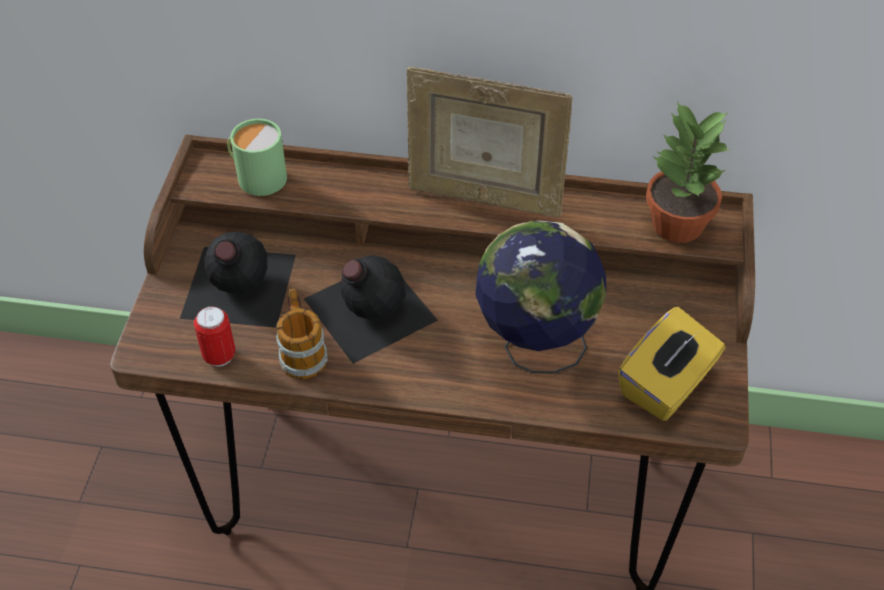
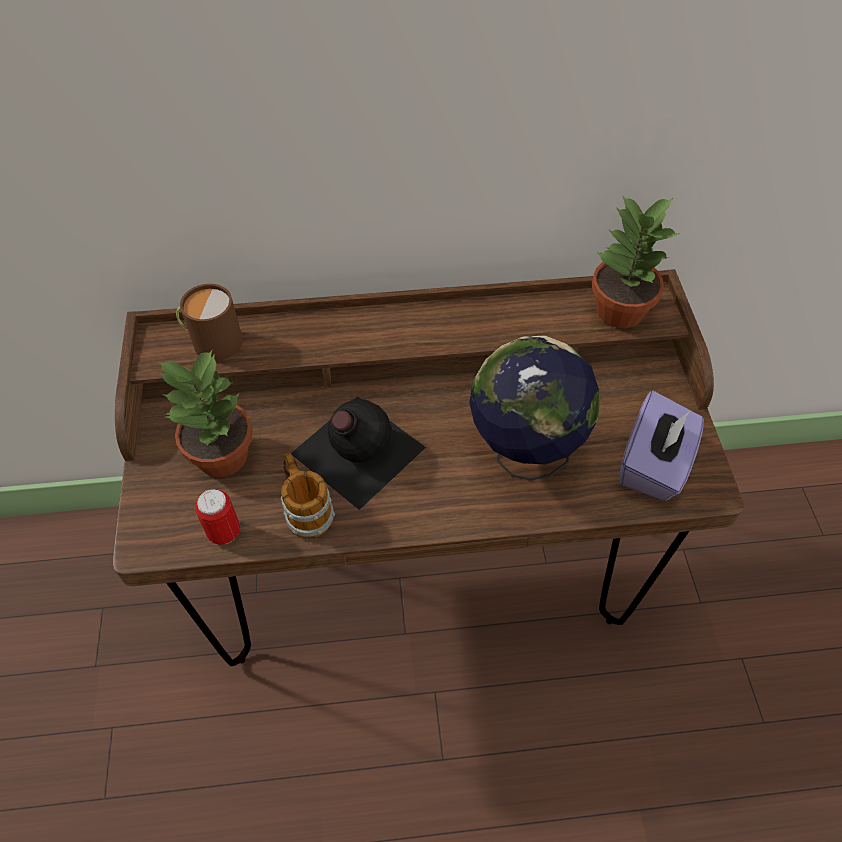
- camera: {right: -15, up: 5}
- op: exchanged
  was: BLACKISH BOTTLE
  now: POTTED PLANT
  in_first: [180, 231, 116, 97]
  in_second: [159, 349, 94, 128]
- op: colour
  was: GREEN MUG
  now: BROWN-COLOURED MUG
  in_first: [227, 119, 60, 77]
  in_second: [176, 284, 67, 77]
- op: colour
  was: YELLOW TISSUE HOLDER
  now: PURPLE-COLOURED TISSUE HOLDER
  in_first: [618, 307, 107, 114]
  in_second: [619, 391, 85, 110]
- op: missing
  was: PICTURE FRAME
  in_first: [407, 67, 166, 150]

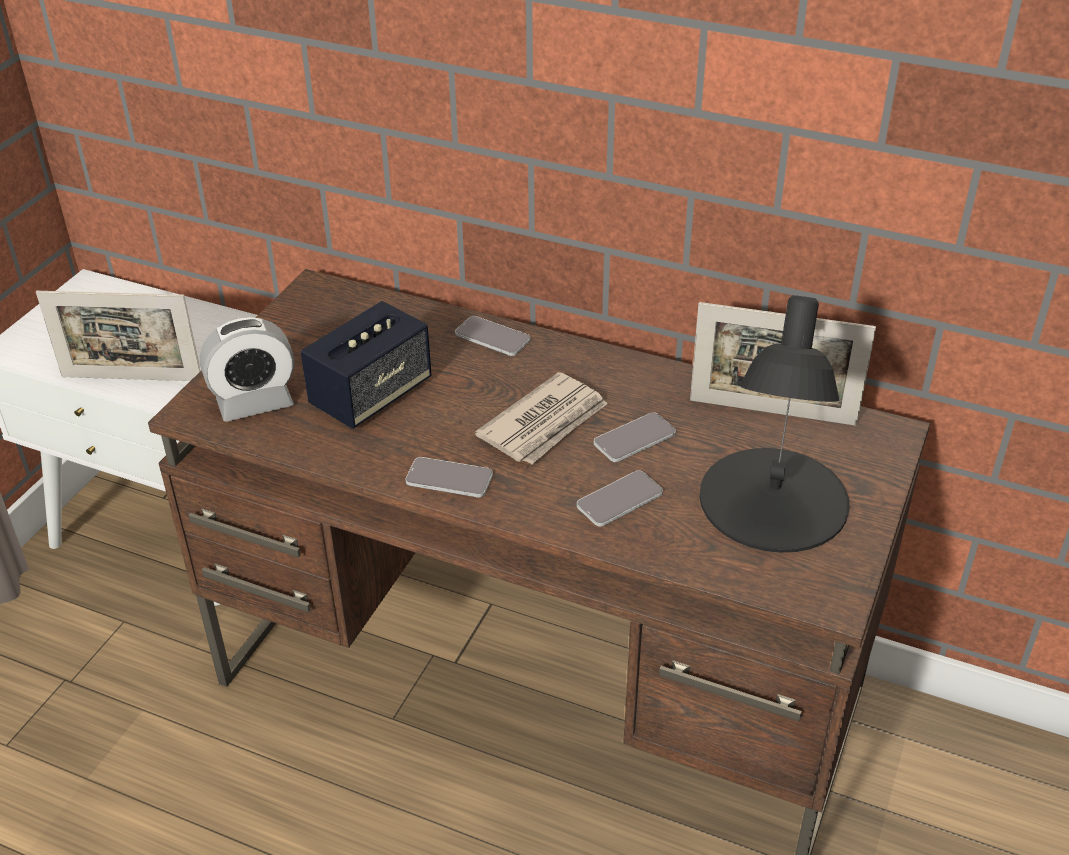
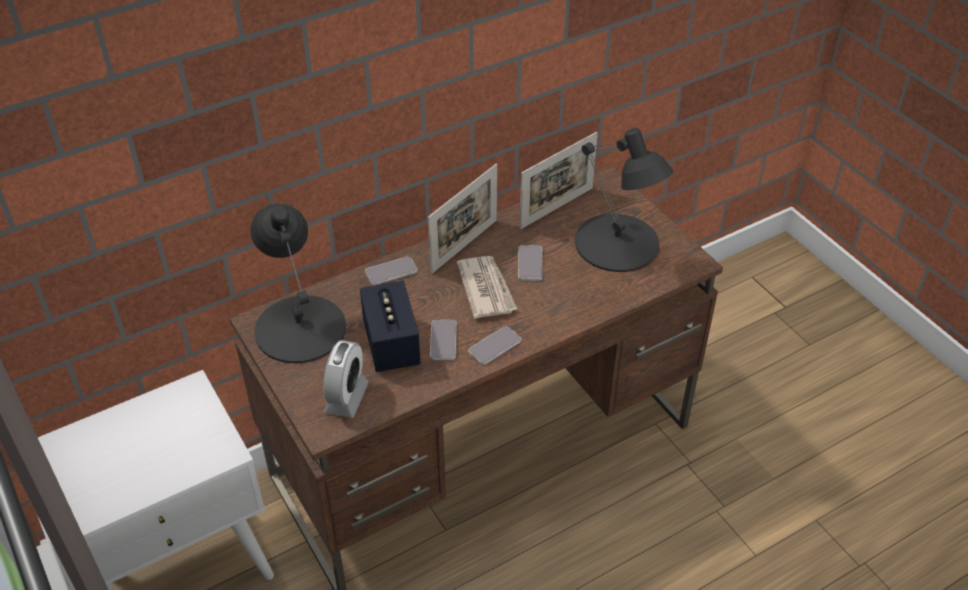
- camera: {right: -55, up: 5}
- op: appeared
  now: BLACKISH TABLE LAMP
  in_second: [250, 204, 96, 159]
- op: relocated
  was: PICTURE FRAME
  in_first: [36, 291, 165, 90]
  in_second: [428, 164, 69, 110]
- op: relocated
  was: HANDSET
  in_first: [577, 470, 86, 57]
  in_second: [430, 320, 26, 40]

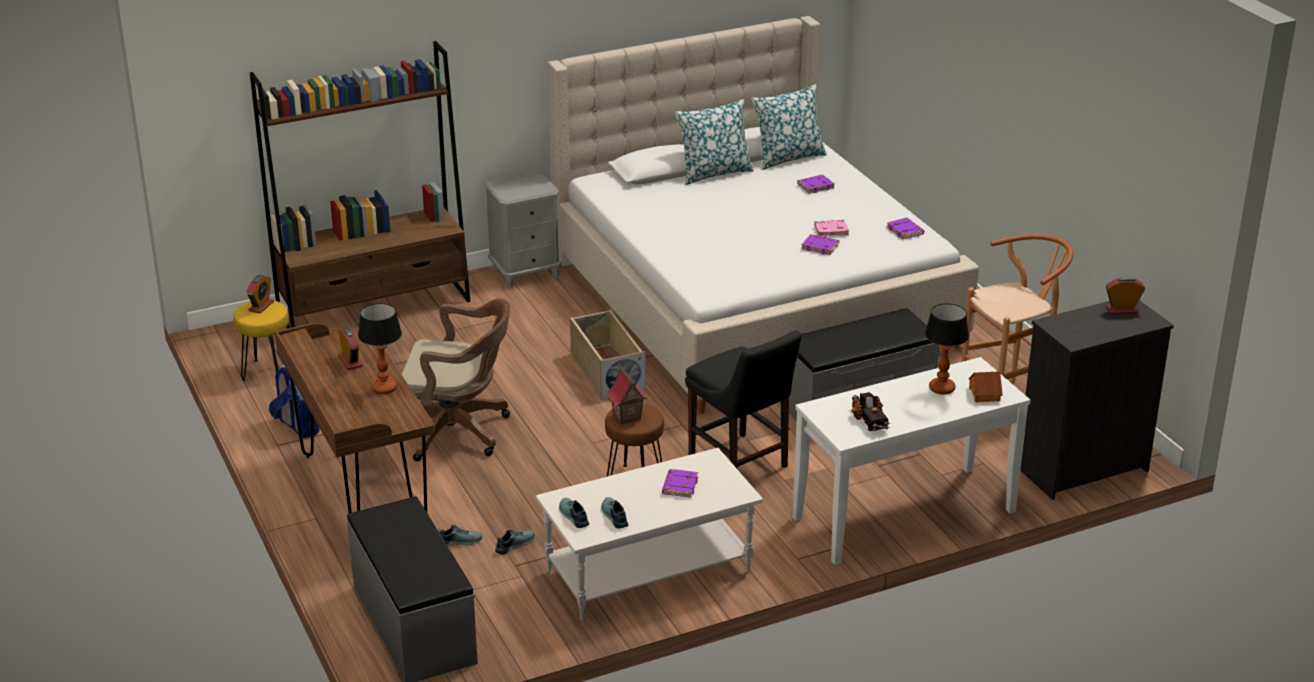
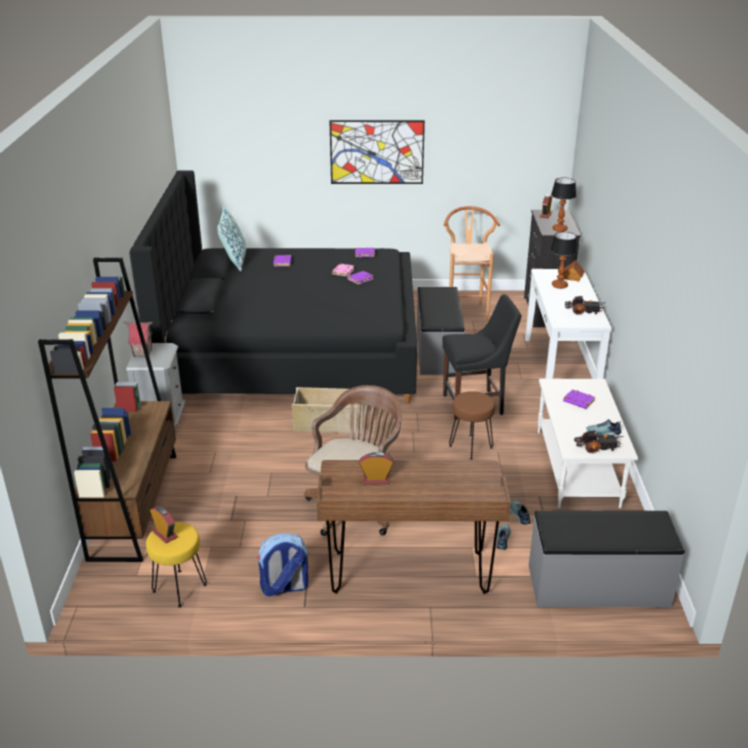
- camera: {right: -65, up: 0}
- op: relocated
  was: TOY HOUSE
  in_first: [607, 363, 40, 61]
  in_second: [123, 322, 30, 35]
- op: colour
  was: SAND-COLOURED SLEEPING BED
  now: BLACKISH SLEEPING BED
  in_first: [547, 16, 432, 398]
  in_second: [129, 170, 288, 234]
- op: appeared
  now: WALL ART
  in_second: [329, 120, 96, 64]
- op: relocated
  was: TABLE LAMP
  in_first: [358, 303, 44, 91]
  in_second: [551, 177, 25, 55]
- op: exchanged
  was: LOW SHOE
  now: TOY LORRY
  in_first: [559, 498, 30, 30]
  in_second: [574, 430, 50, 24]
- op: missing
  was: PILLOW
  in_first: [675, 99, 79, 86]

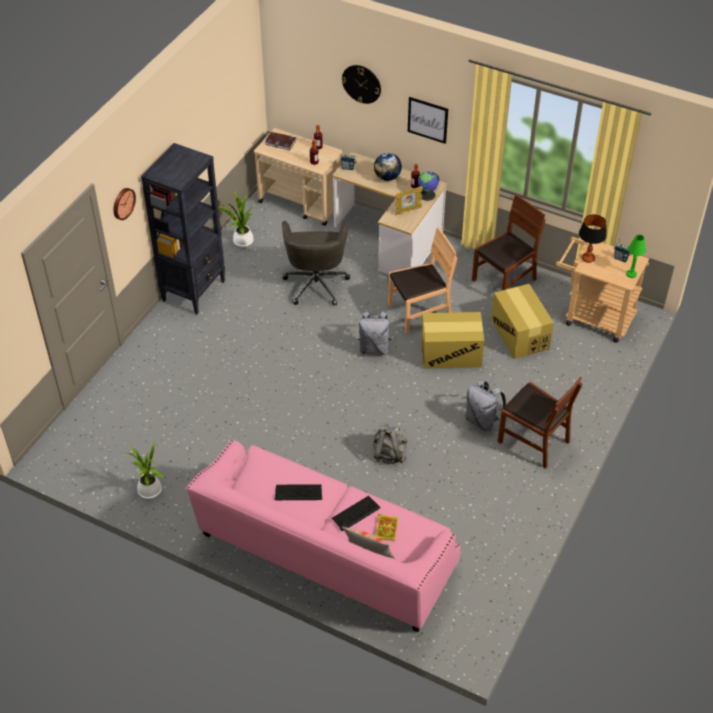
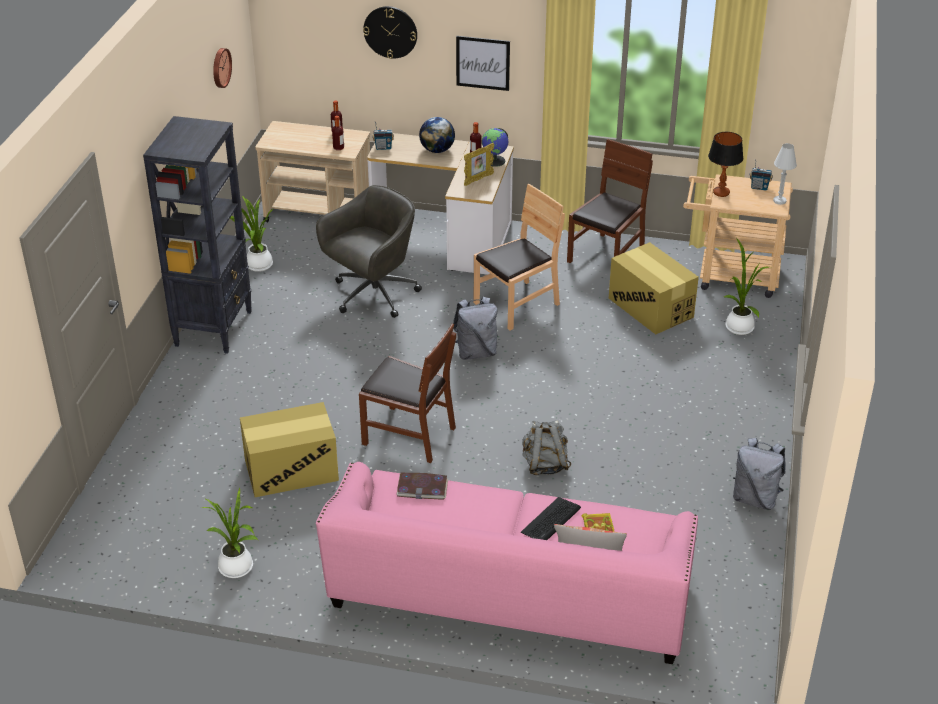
- camera: {right: -15, up: -10}
- op: relocated
  was: WALL CLOCK
  in_first: [113, 188, 23, 32]
  in_second: [213, 48, 19, 40]
- op: relocated
  was: PACKING BOX
  in_first: [421, 312, 63, 57]
  in_second: [240, 402, 99, 95]
- op: spun
  was: GREYISH DESK CHAIR
  in_first: [282, 220, 68, 86]
  in_second: [316, 185, 106, 133]
  clockwise: -120
- op: relocated
  was: BROWN-COLOURED UPRIGHT CHAIR
  in_first: [498, 377, 84, 92]
  in_second: [359, 323, 97, 140]
- op: relocated
  was: BOOK
  in_first: [265, 132, 32, 18]
  in_second: [396, 473, 52, 27]
- op: appeared
  now: POTTED PLANT
  in_second: [724, 238, 45, 97]
- op: relocated
  was: GREYISH BACKPACK
  in_first: [466, 380, 40, 51]
  in_second: [733, 438, 53, 72]
- op: colour
  was: GREEN TABLE LAMP
  now: WHITE TABLE LAMP
  in_first: [626, 235, 20, 43]
  in_second: [773, 143, 24, 62]
- op: missing
  was: PC KEYBOARD
  in_first: [275, 484, 47, 16]

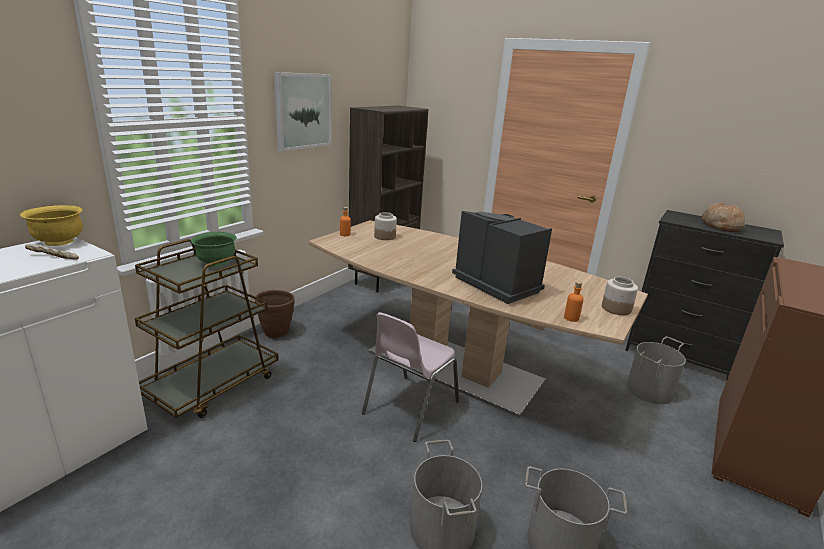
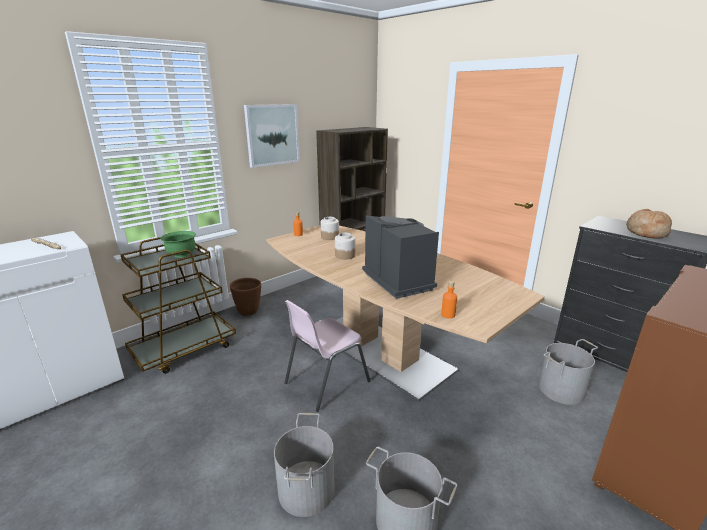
- camera: {right: 15, up: 0}
- op: relocated
  was: JAR
  in_first: [602, 277, 36, 38]
  in_second: [335, 233, 20, 26]
- op: missing
  was: YELLOW BOWL
  in_first: [20, 205, 63, 41]

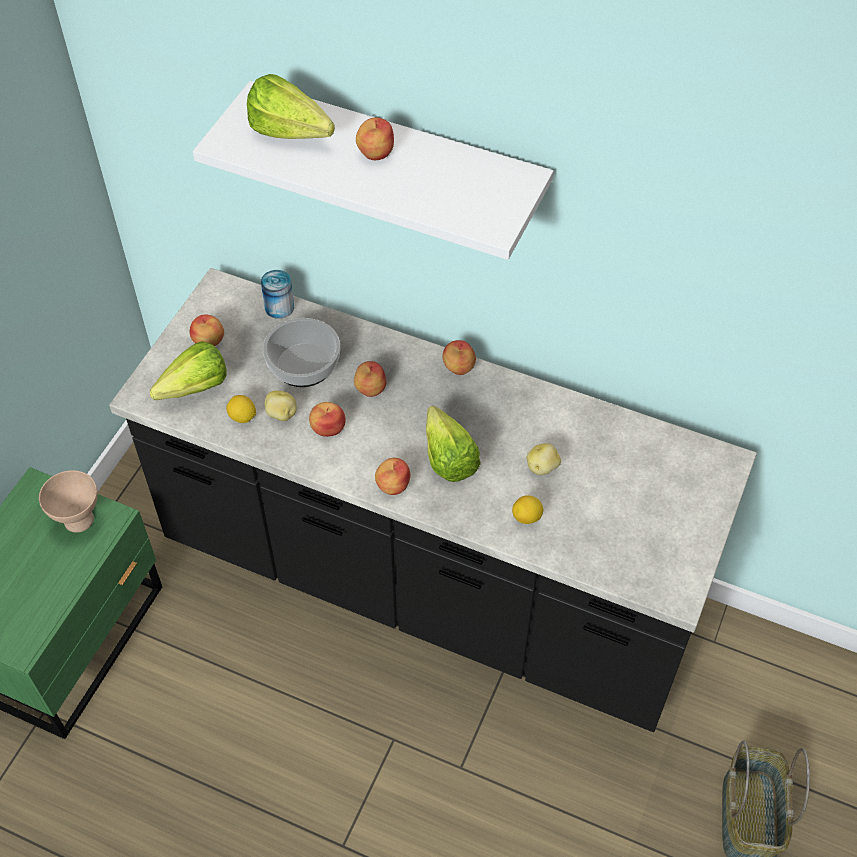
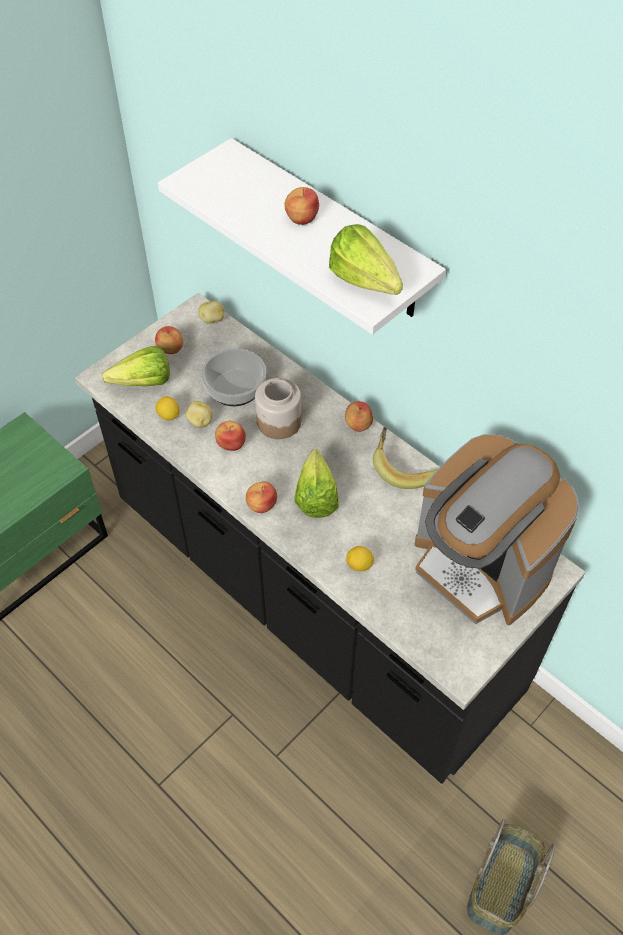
- camera: {right: 20, up: 0}
- op: relocated
  was: POTATO
  in_first: [527, 443, 34, 32]
  in_second: [198, 301, 27, 23]
- op: exchanged
  was: APPLE
  now: JAR
  in_first: [354, 361, 33, 36]
  in_second: [255, 378, 46, 61]
- op: relocated
  was: LETTUCE
  in_first: [247, 74, 88, 65]
  in_second: [329, 224, 74, 71]
- op: appeared
  now: BANANA FRUIT
  in_second: [373, 427, 64, 62]
- op: appeared
  now: COFFEE MACHINE
  in_second: [414, 434, 165, 191]
- op: missing
  was: SAND-COLOURED BOWL
  in_first: [39, 470, 59, 63]
- op: missing
  was: METAL CAN
  in_first: [261, 270, 33, 49]

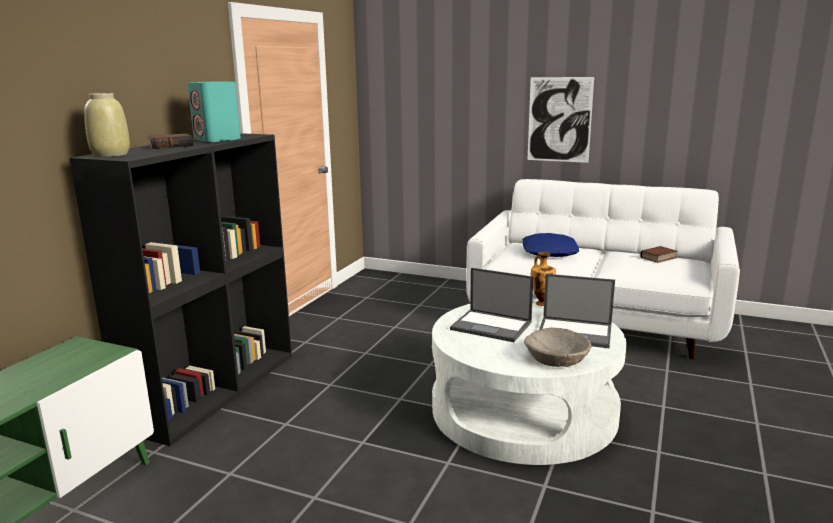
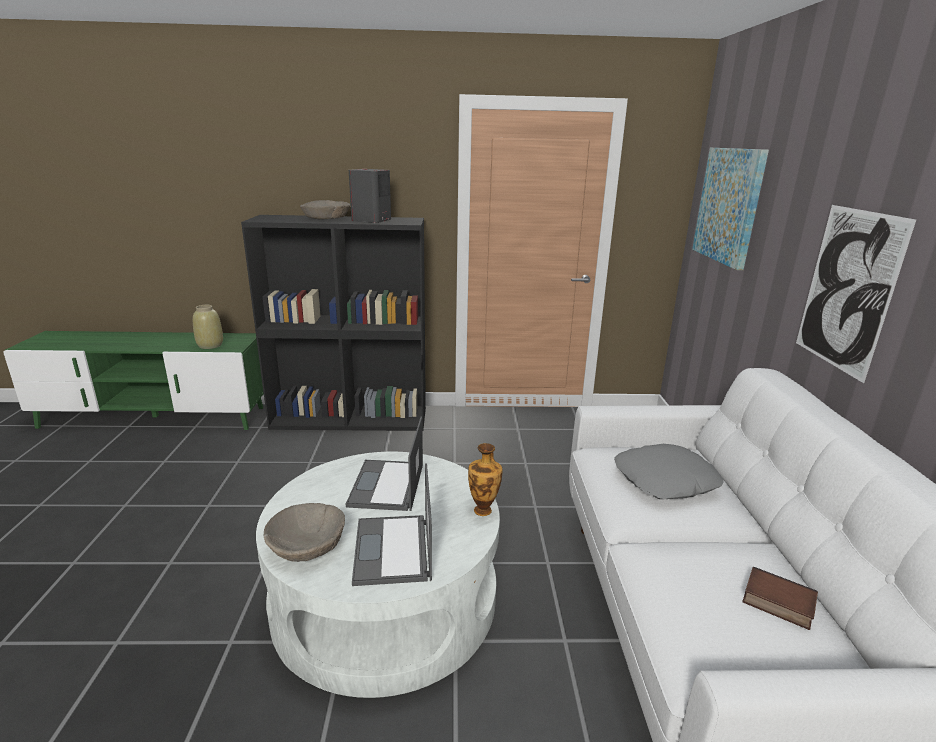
- camera: {right: 65, up: 5}
- op: relocated
  was: SAND-COLOURED VASE
  in_first: [84, 93, 46, 64]
  in_second: [193, 305, 30, 44]
- op: exchanged
  was: BOOK
  now: SAND-COLOURED BOWL
  in_first: [147, 133, 46, 16]
  in_second: [300, 200, 50, 20]
- op: colour
  was: BLUE-GREEN LOUDSPEAKER
  now: GREYISH LOUDSPEAKER
  in_first: [187, 81, 54, 61]
  in_second: [349, 169, 42, 54]
- op: colour
  was: BLUE PILLOW
  now: GREYISH PILLOW
  in_first: [522, 233, 57, 24]
  in_second: [614, 444, 110, 55]
- op: appeared
  now: WALL ART
  in_second: [692, 148, 77, 122]

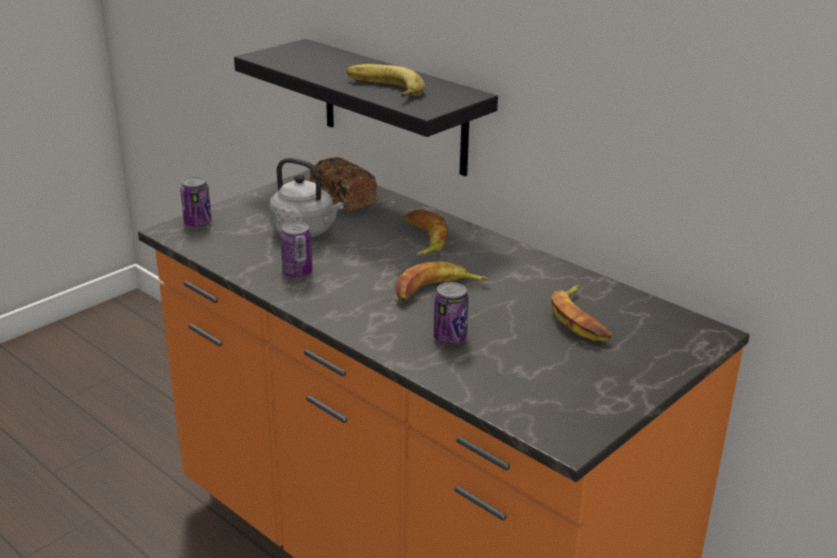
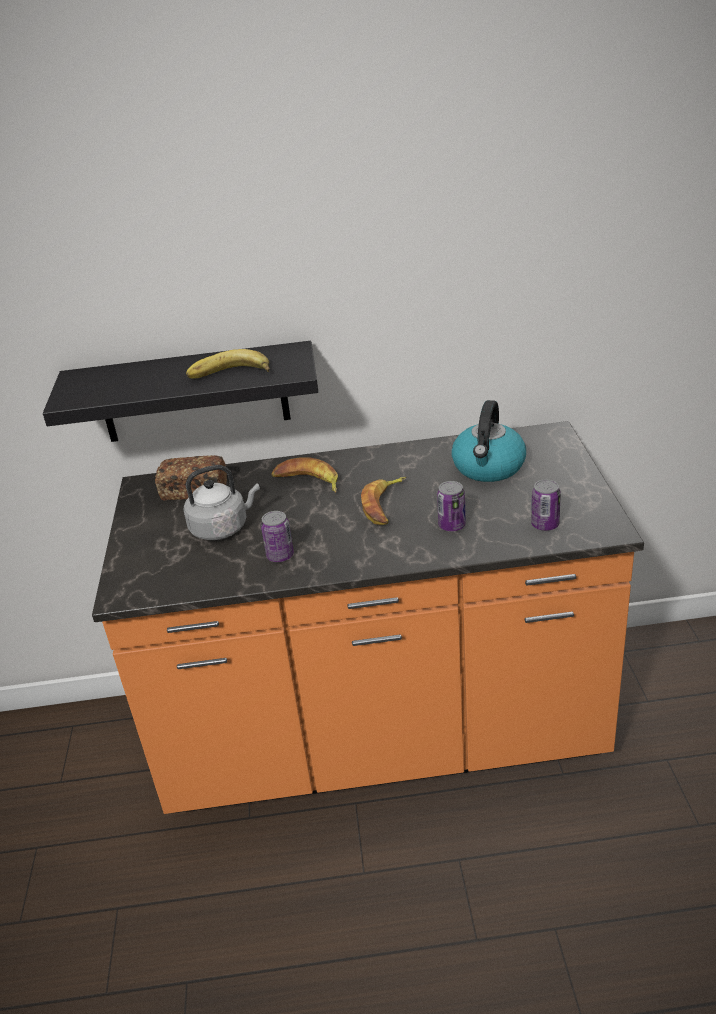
- camera: {right: -45, up: 5}
- op: exchanged
  was: BANANA FRUIT
  now: WATER KETTLE
  in_first: [552, 285, 60, 56]
  in_second: [451, 400, 75, 82]
- op: relocated
  was: METAL CAN
  in_first: [180, 176, 32, 52]
  in_second: [531, 479, 30, 52]

